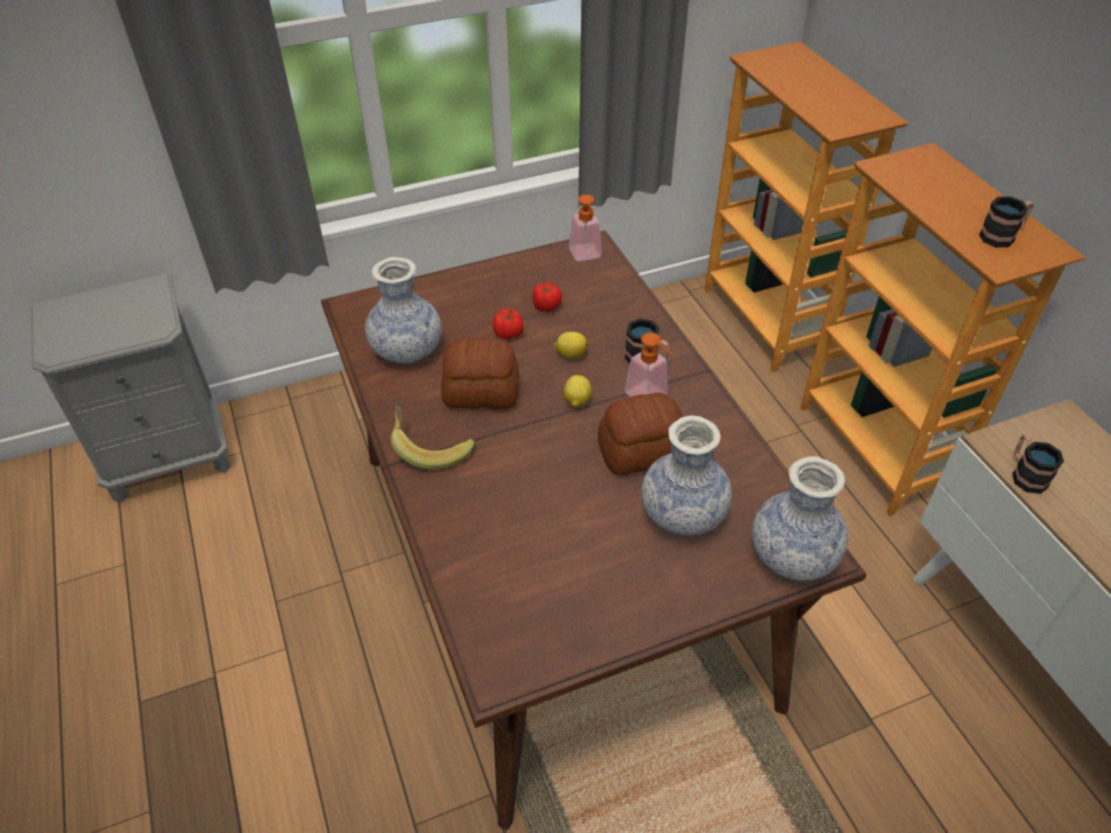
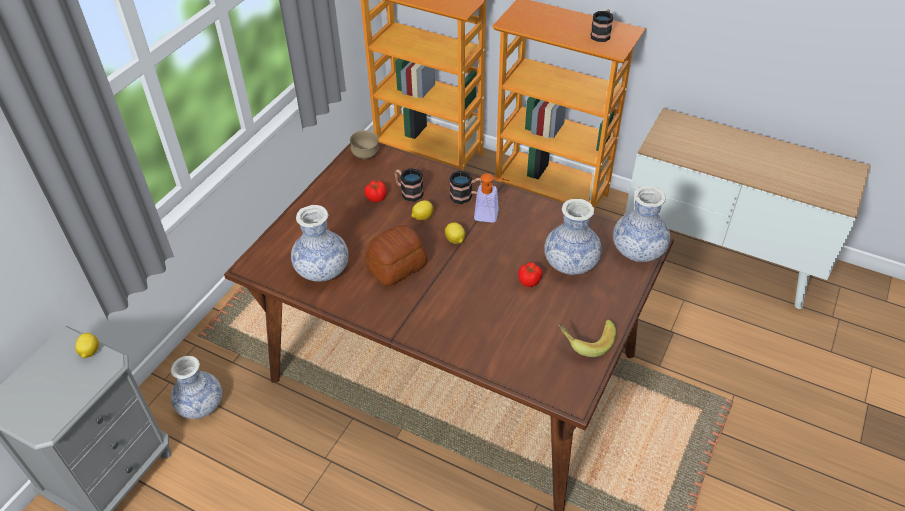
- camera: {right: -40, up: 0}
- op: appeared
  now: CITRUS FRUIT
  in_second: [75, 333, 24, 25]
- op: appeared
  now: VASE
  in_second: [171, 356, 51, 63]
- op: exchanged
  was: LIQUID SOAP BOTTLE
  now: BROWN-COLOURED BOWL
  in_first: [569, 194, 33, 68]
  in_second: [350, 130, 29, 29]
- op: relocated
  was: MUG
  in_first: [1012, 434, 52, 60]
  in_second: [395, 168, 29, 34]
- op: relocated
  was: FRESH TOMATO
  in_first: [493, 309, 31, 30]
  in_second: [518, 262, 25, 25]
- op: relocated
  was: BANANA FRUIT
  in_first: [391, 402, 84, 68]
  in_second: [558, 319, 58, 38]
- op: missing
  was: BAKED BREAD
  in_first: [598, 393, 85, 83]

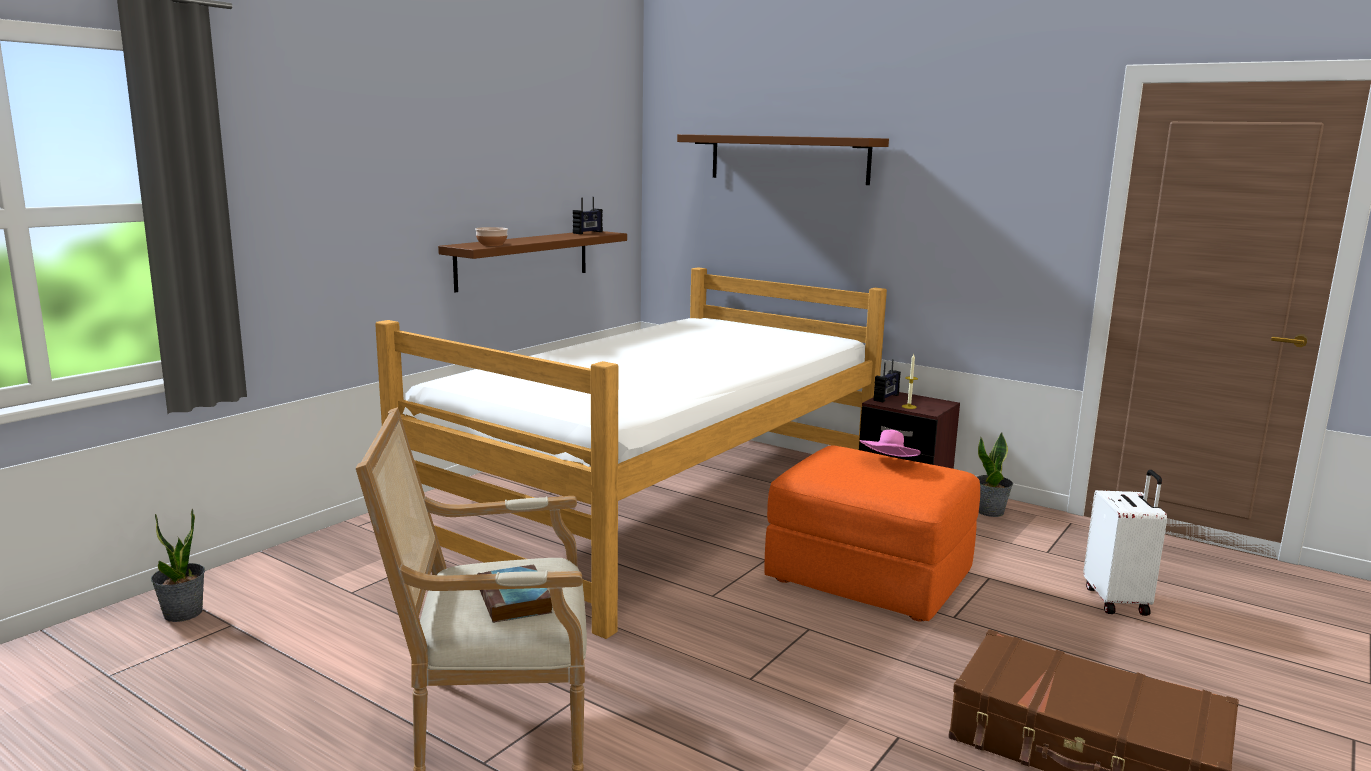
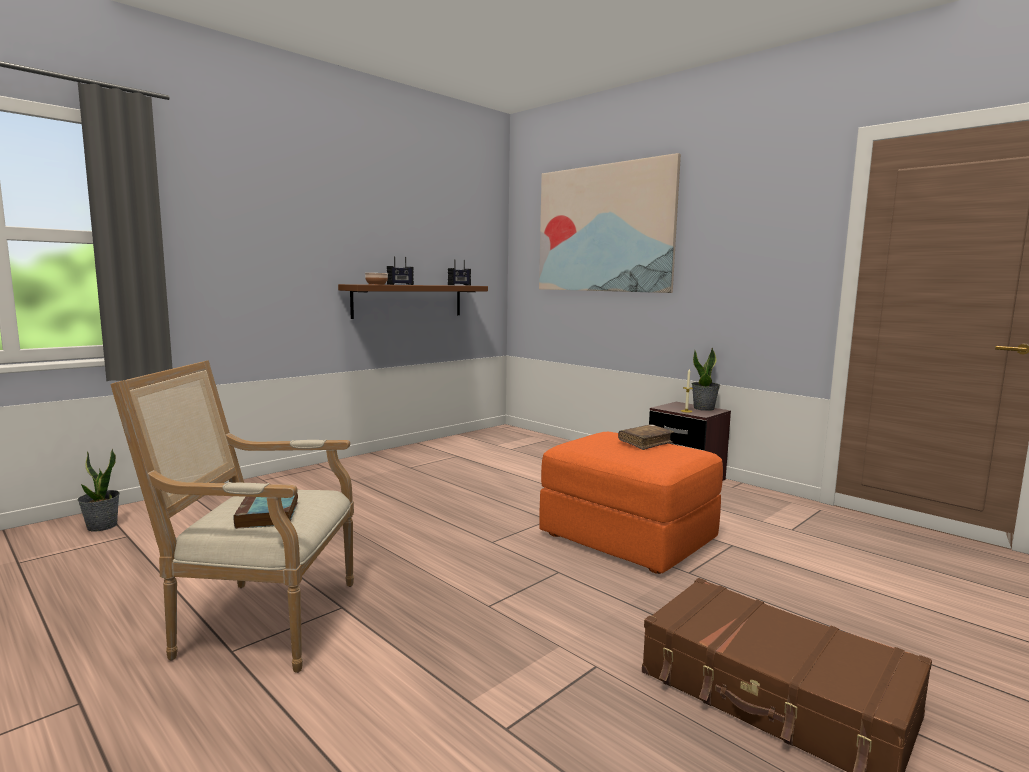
- camera: {right: 10, up: -5}
- op: relocated
  was: RADIO
  in_first: [873, 359, 28, 43]
  in_second: [387, 256, 27, 29]
- op: exchanged
  was: BROWN-COLOURED WALL SHELF
  now: WALL ART
  in_first: [677, 134, 212, 51]
  in_second: [539, 153, 142, 140]
- op: exchanged
  was: PINKISH WEARABLE HAT
  now: BROWN-COLOURED BOOK
  in_first: [860, 430, 61, 27]
  in_second: [618, 424, 56, 26]
- op: relocated
  was: POTTED PLANT
  in_first: [977, 432, 36, 85]
  in_second: [692, 347, 28, 64]
- op: missing
  was: SLEEPING BED
  in_first: [375, 267, 512, 372]
- op: missing
  was: WHITE SUITCASE
  in_first: [1083, 470, 84, 146]

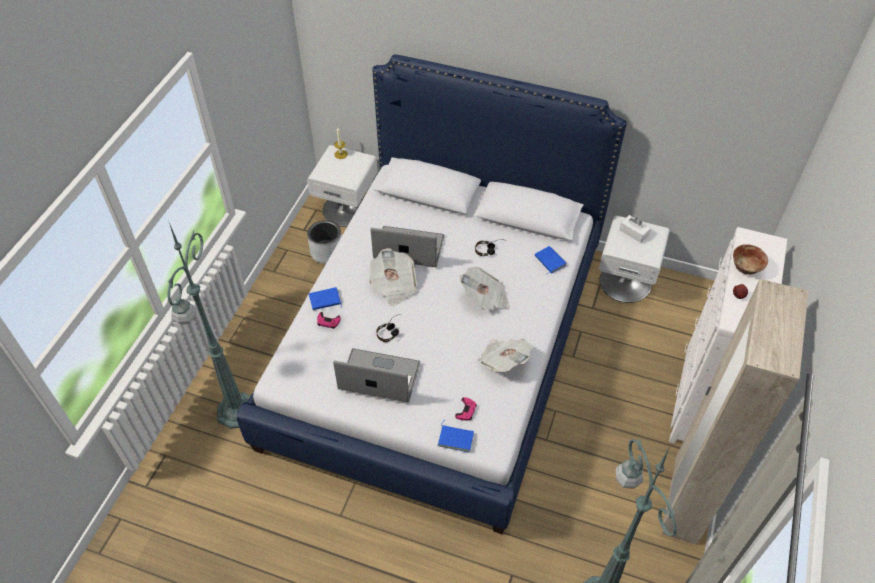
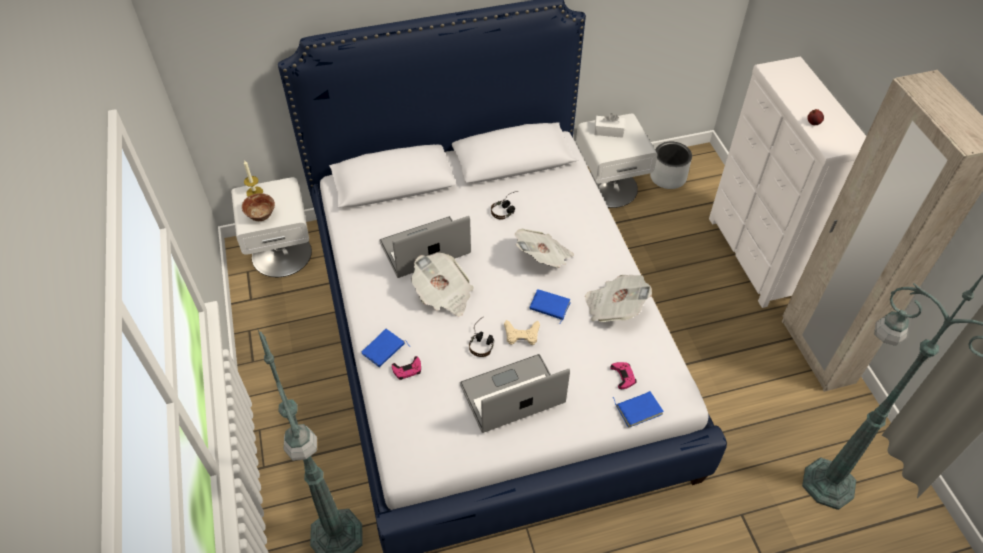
- camera: {right: -35, up: 0}
- op: relocated
  was: BOWL
  in_first: [733, 244, 35, 31]
  in_second: [242, 193, 33, 28]
- op: appeared
  now: SAND-COLOURED GAME CONTROLLER
  in_second: [504, 320, 36, 25]
- op: relocated
  was: BLUE BOOK
  in_first: [535, 246, 31, 28]
  in_second: [530, 289, 41, 34]
- op: relocated
  was: GREYISH PLANTER
  in_first: [307, 220, 35, 44]
  in_second: [650, 142, 42, 47]

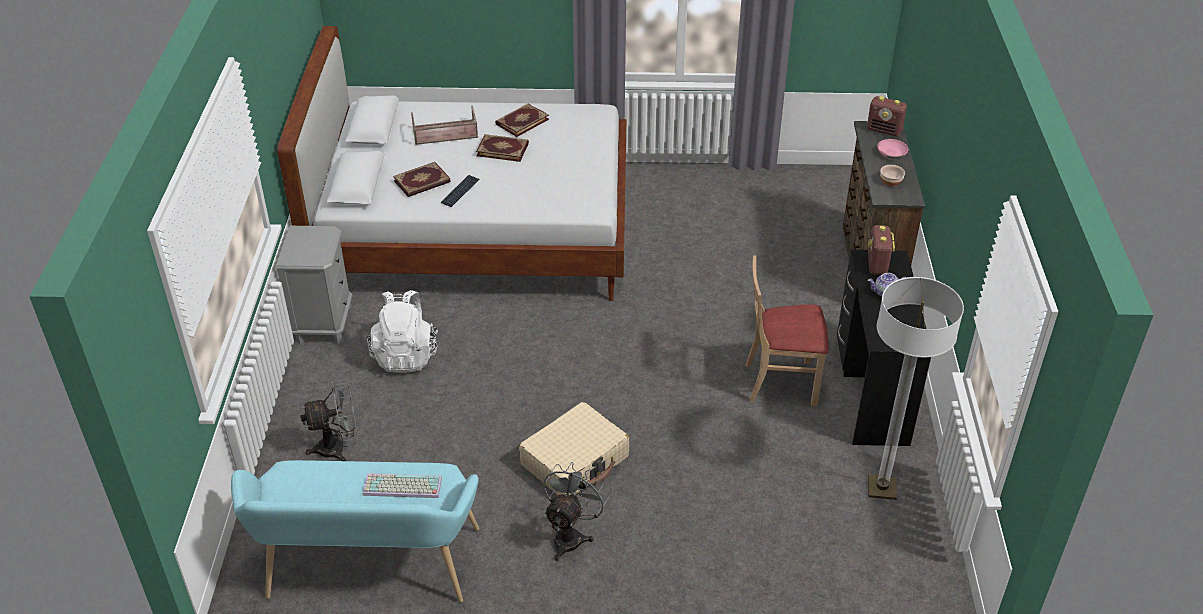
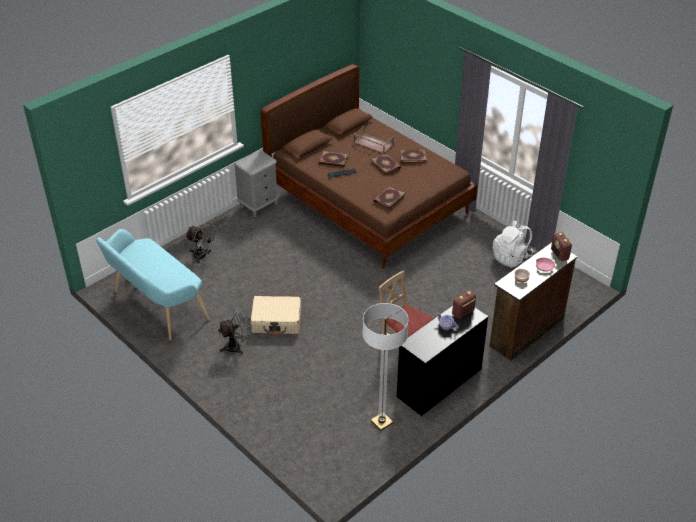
- camera: {right: 45, up: 0}
- op: colour
  was: WHITE SLEEPING BED
  now: BROWN-COLOURED SLEEPING BED
  in_first: [277, 26, 349, 275]
  in_second: [260, 64, 218, 205]
- op: appeared
  now: BOOK
  in_second: [373, 186, 32, 23]
- op: relocated
  was: WHITE BACKPACK
  in_first: [367, 290, 71, 83]
  in_second: [493, 221, 41, 47]
- op: missing
  was: PC KEYBOARD
  in_first: [362, 473, 80, 25]

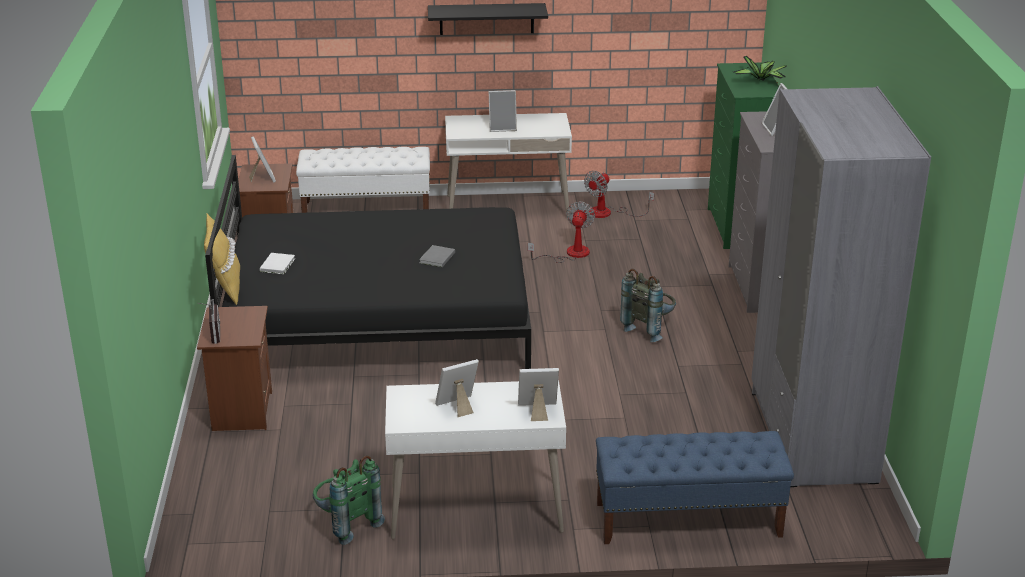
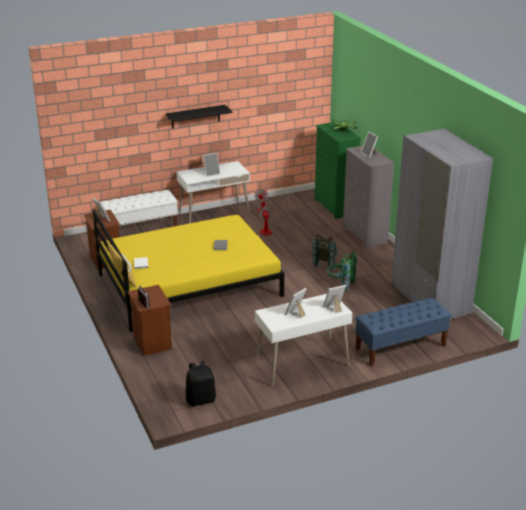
- camera: {right: -20, up: 0}
- op: colour
  was: BLACKISH SLEEPING BED
  now: YELLOW SLEEPING BED
  in_first: [205, 155, 326, 214]
  in_second: [92, 209, 192, 123]
- op: appeared
  now: BLACKISH BACKPACK
  in_second: [186, 361, 30, 45]
- op: relocated
  was: GREEN BACKPACK
  in_first: [313, 456, 72, 89]
  in_second: [326, 251, 31, 41]

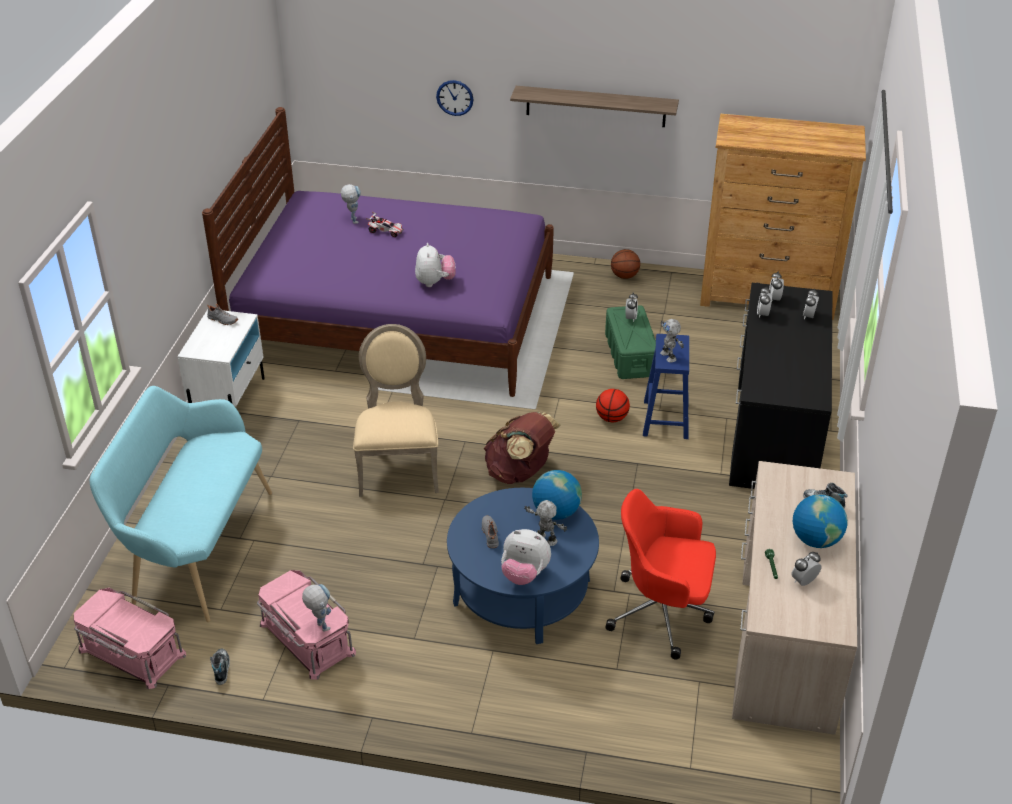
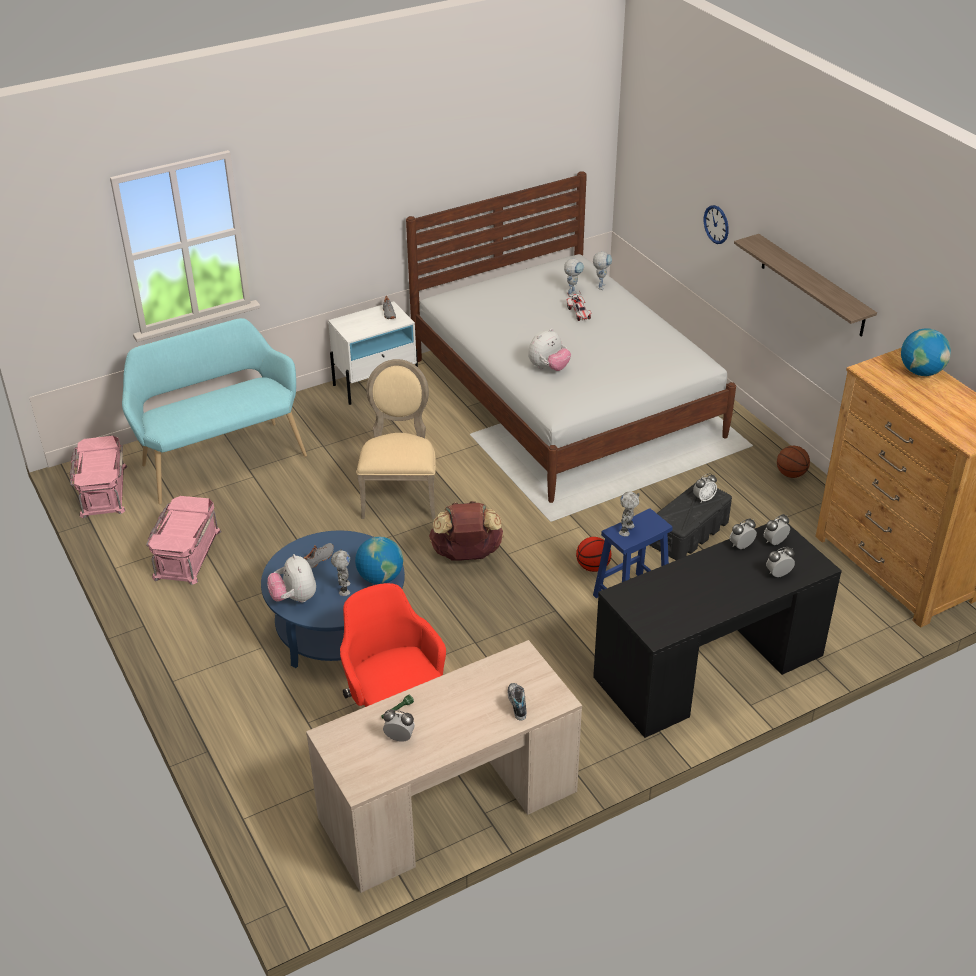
- camera: {right: 50, up: 0}
- op: spun
  was: SAND-COLOURED UPRIGHT CHAIR
  in_first: [353, 324, 86, 173]
  in_second: [356, 359, 80, 160]
  clockwise: -45
- op: colour
  was: PURPLE-COLOURED SLEEPING BED
  now: WHITE SLEEPING BED
  in_first: [202, 107, 352, 290]
  in_second: [406, 171, 330, 332]
- op: relocated
  was: ROBOT FIGURE
  in_first: [302, 584, 29, 48]
  in_second: [593, 251, 19, 39]
- op: colour
  was: GREEN STORAGE BIN
  now: BLACKISH STORAGE BIN
  in_first: [605, 305, 51, 74]
  in_second: [650, 483, 82, 77]
- op: relocated
  was: DESK GLOBE
  in_first: [793, 494, 55, 54]
  in_second: [901, 328, 50, 48]
- op: missing
  was: LOW SHOE
  in_first: [210, 649, 20, 36]

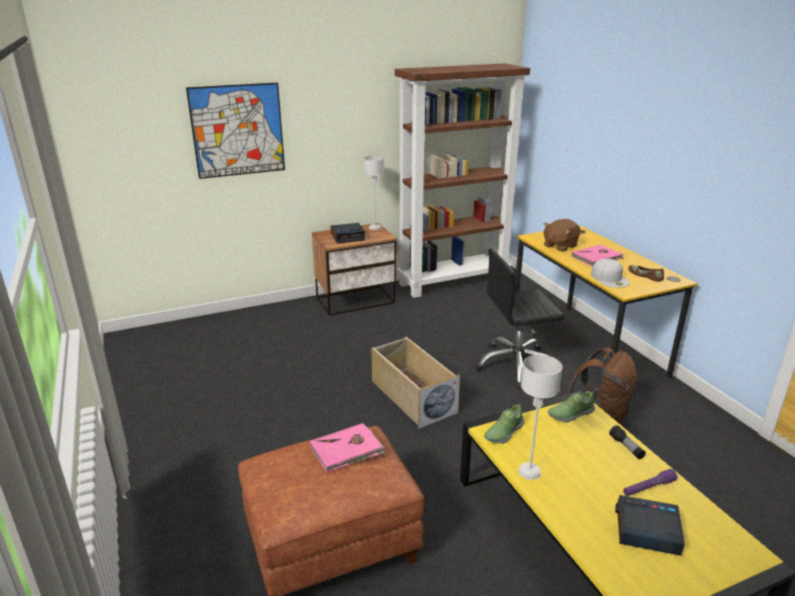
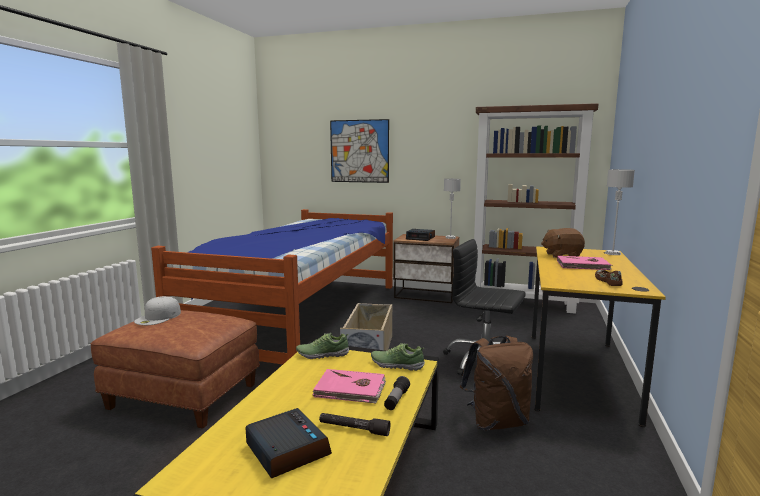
- camera: {right: 40, up: -15}
- op: relocated
  was: WHITE CAP
  in_first: [591, 259, 39, 29]
  in_second: [134, 296, 47, 29]
- op: appeared
  now: SLEEPING BED
  in_second: [151, 209, 242, 156]
- op: relocated
  was: PINKISH BOOK
  in_first: [310, 423, 75, 50]
  in_second: [312, 369, 74, 34]
- op: colour
  was: PURPLE-COLOURED HAND TORCH
  now: BLACKISH HAND TORCH
  in_first: [623, 469, 54, 27]
  in_second: [319, 413, 71, 23]
- op: relocated
  was: GREYISH TABLE LAMP
  in_first: [518, 355, 45, 125]
  in_second: [605, 169, 30, 86]

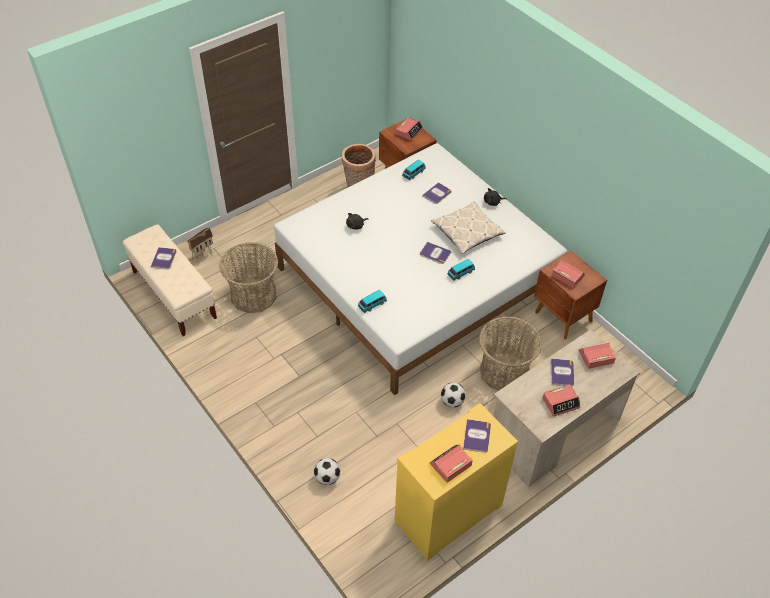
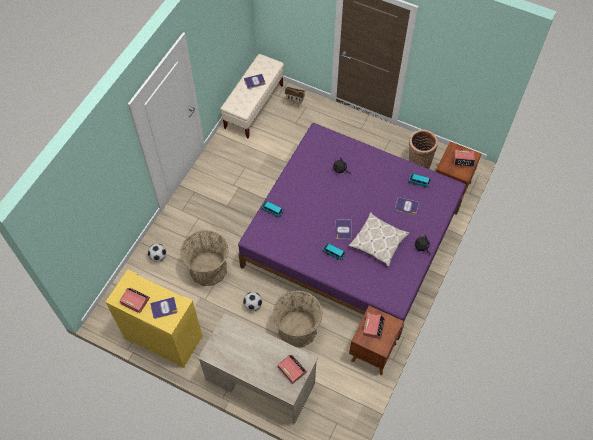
- camera: {right: 65, up: 10}
- op: relocated
  was: BASKET
  in_first: [219, 242, 59, 71]
  in_second: [181, 230, 47, 56]
- op: colour
  was: WHITE SLEEPING BED
  now: PURPLE-COLOURED SLEEPING BED
  in_first: [274, 143, 293, 252]
  in_second: [238, 123, 228, 217]
- op: missing
  was: TABLE CLOCK
  in_first: [542, 384, 38, 33]
- op: missing
  was: BOOK
  in_first: [551, 358, 23, 28]

